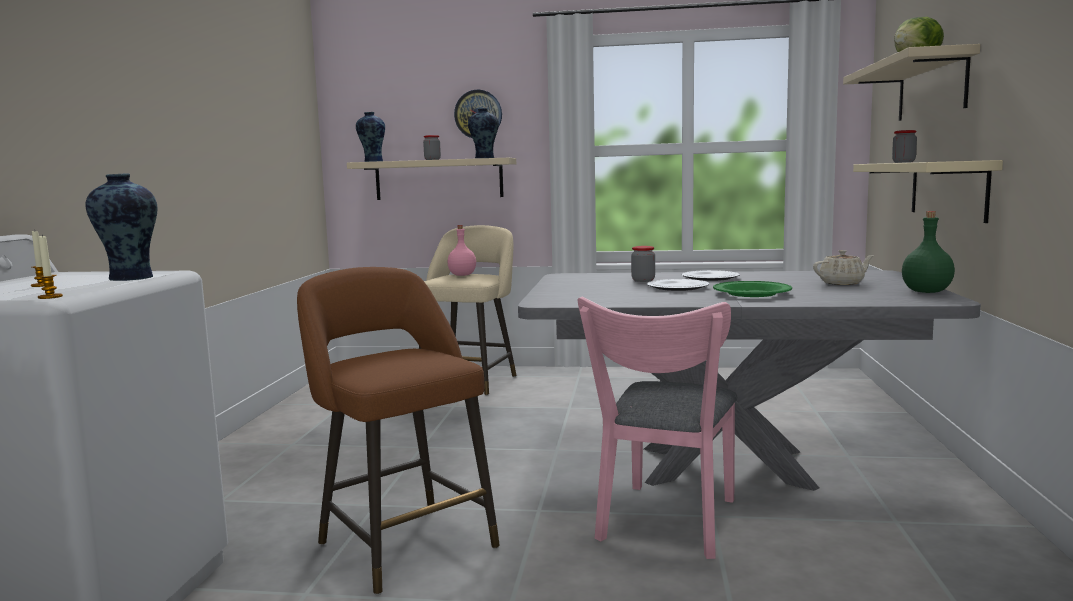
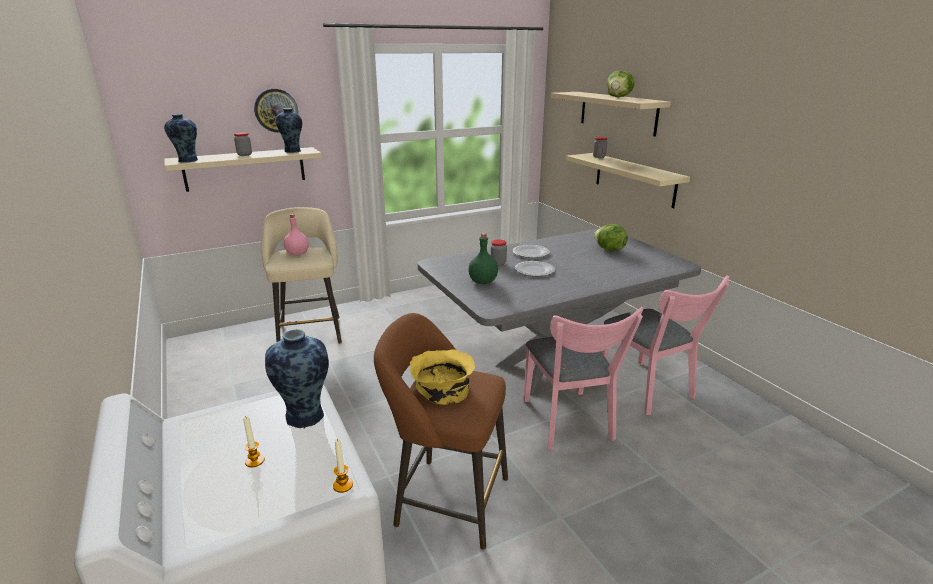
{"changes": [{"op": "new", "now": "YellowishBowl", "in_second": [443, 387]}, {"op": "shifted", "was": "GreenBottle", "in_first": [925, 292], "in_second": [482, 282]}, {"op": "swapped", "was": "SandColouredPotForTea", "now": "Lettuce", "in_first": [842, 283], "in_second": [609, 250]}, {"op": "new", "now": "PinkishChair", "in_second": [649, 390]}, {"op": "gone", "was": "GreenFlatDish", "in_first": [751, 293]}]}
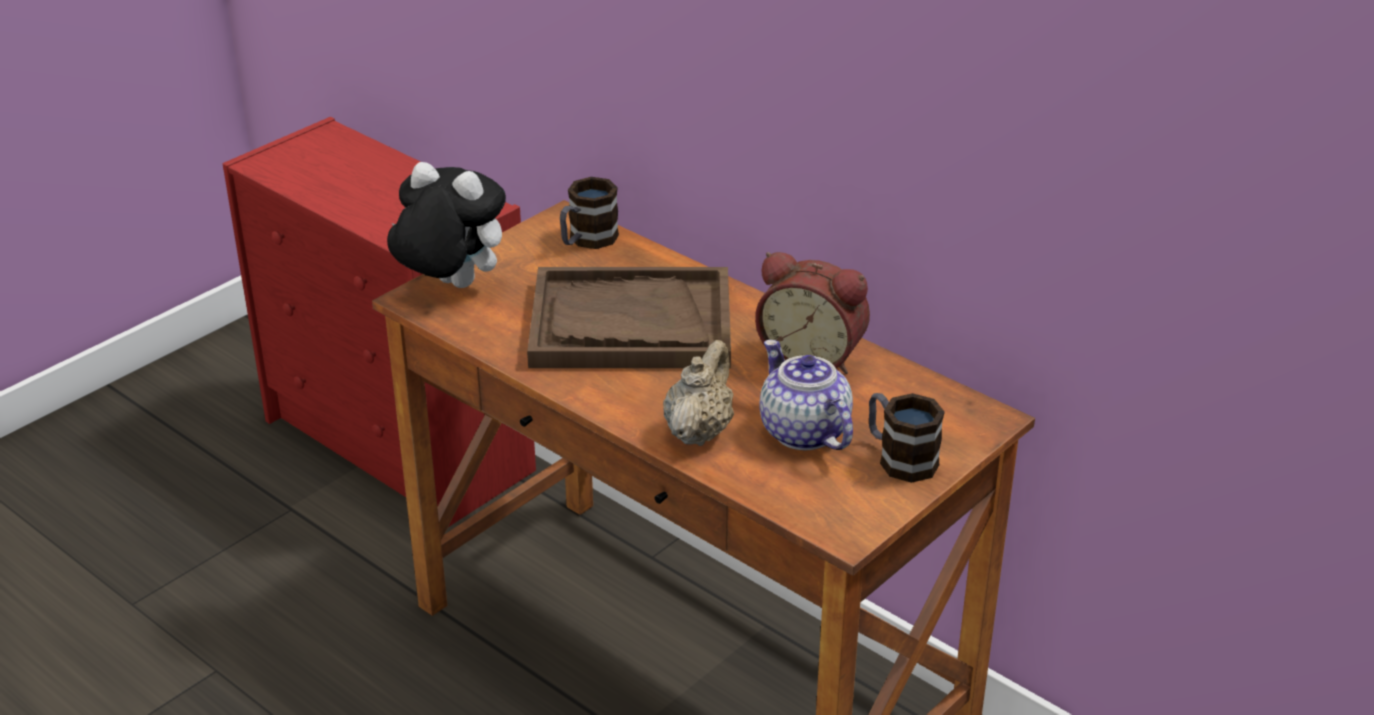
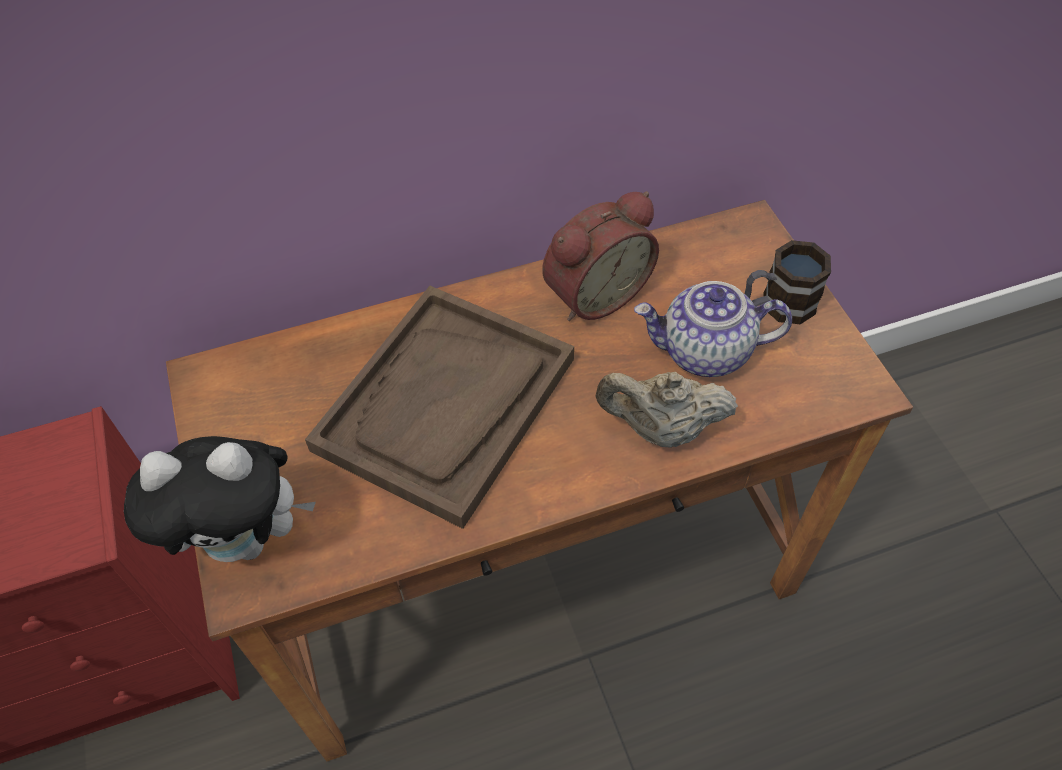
{"changes": [{"op": "rotated", "was": "PlushToy", "in_first": [450, 286], "in_second": [246, 539], "clockwise": -150}, {"op": "rotated", "was": "SandColouredPotForTea", "in_first": [699, 431], "in_second": [661, 429], "clockwise": -45}, {"op": "gone", "was": "CoffeeMug", "in_first": [587, 241]}]}
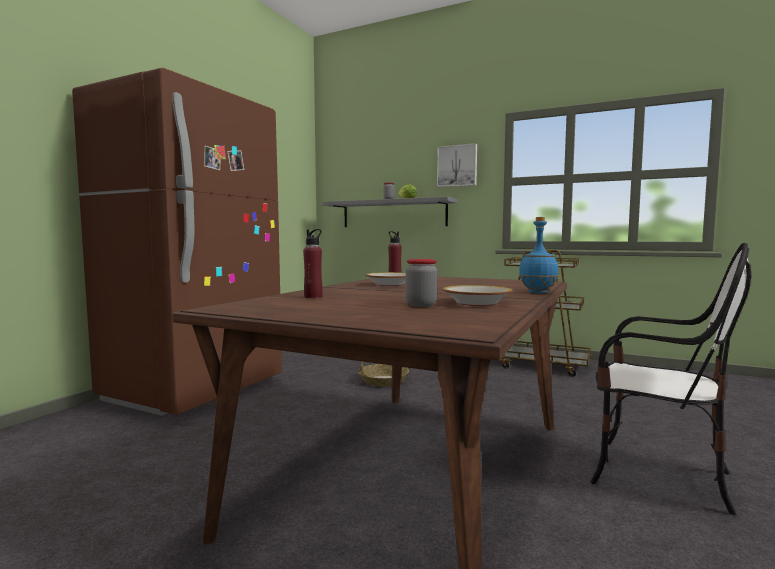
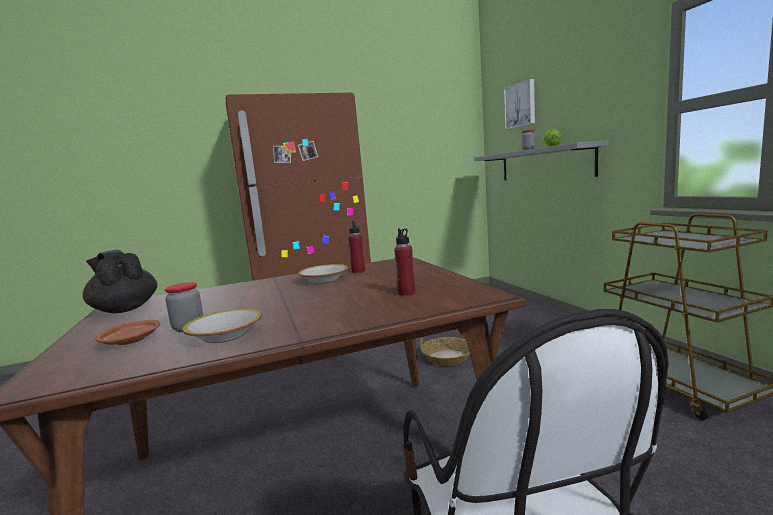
{"changes": [{"op": "new", "now": "BlackColouredPotForTea", "in_second": [125, 309]}, {"op": "new", "now": "BrownColouredFlatDish", "in_second": [131, 340]}, {"op": "shifted", "was": "RedBottle", "in_first": [313, 297], "in_second": [406, 293]}, {"op": "shifted", "was": "WallArt", "in_first": [457, 166], "in_second": [521, 105]}, {"op": "gone", "was": "BluishBottle", "in_first": [537, 293]}]}
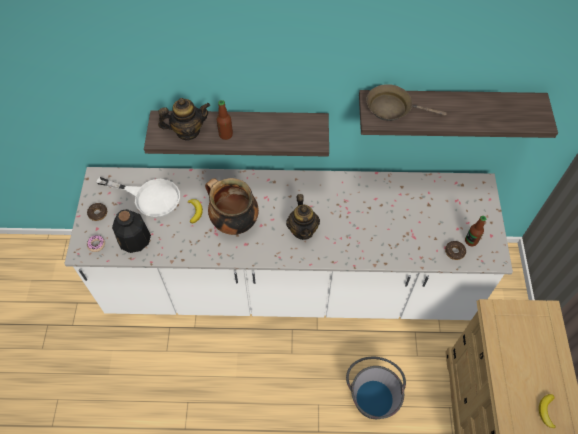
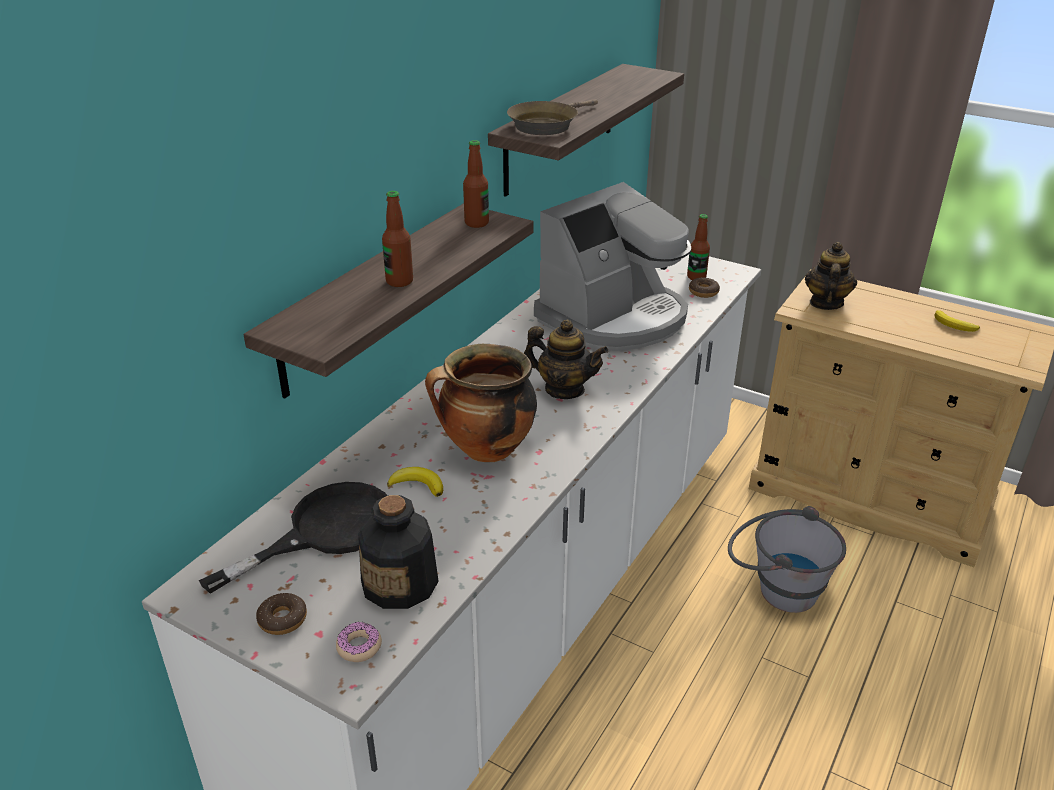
{"changes": [{"op": "repainted", "was": "WhiteColouredFryingPan", "now": "BlackColouredFryingPan", "in_first": [149, 197], "in_second": [325, 531]}, {"op": "new", "now": "Bottle", "in_second": [476, 223]}, {"op": "new", "now": "CoffeeBrewer", "in_second": [614, 318]}, {"op": "shifted", "was": "PotForTea", "in_first": [187, 131], "in_second": [825, 303]}]}
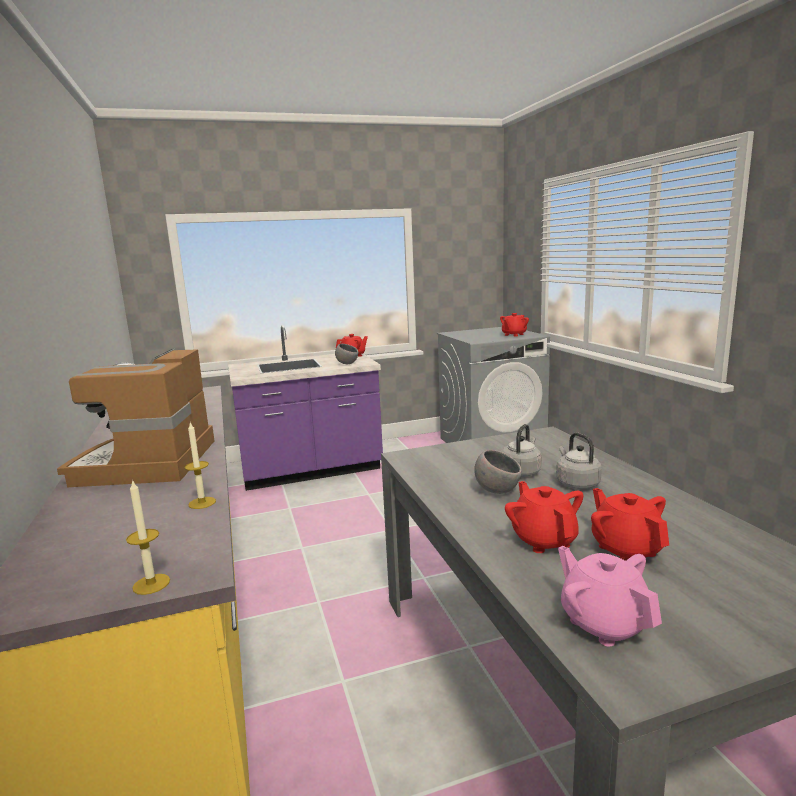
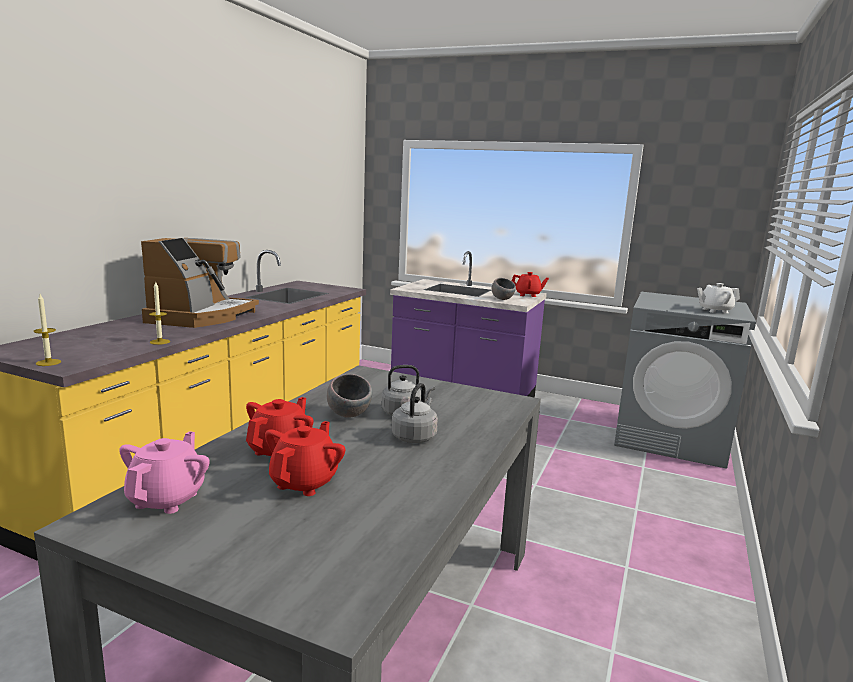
{"changes": [{"op": "rotated", "was": "CoffeeBrewer", "in_first": [148, 462], "in_second": [202, 316], "clockwise": 150}, {"op": "repainted", "was": "RedPotForTea", "now": "WhiteColouredPotForTea", "in_first": [513, 335], "in_second": [714, 310]}]}
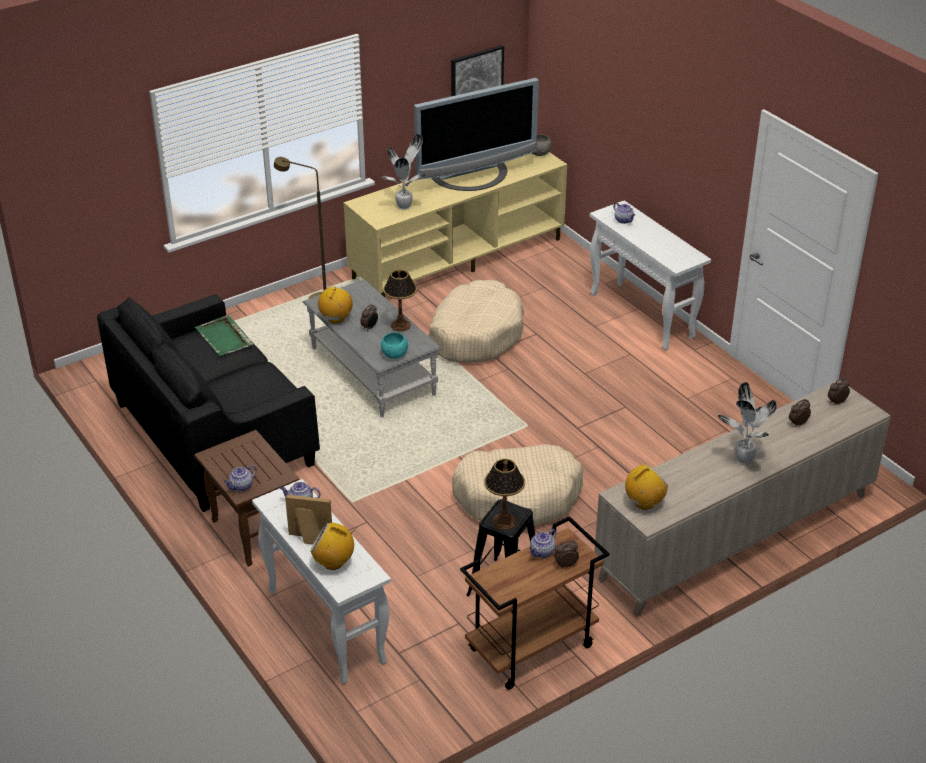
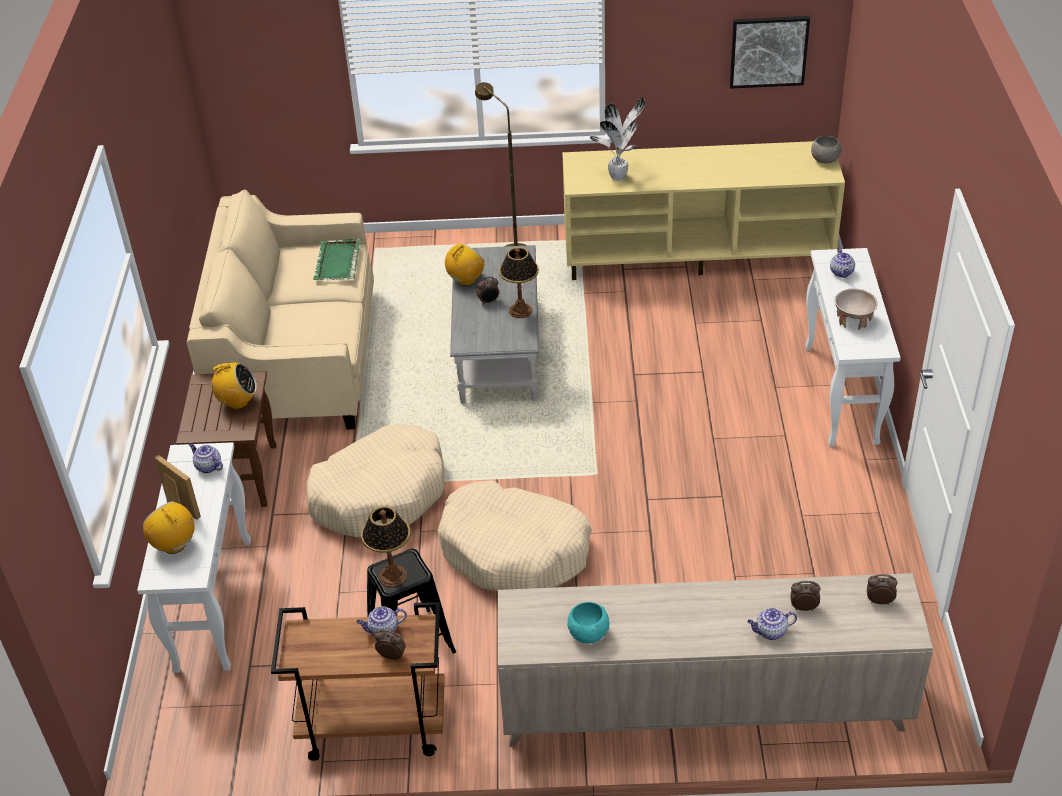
{"changes": [{"op": "repainted", "was": "BlackColouredSettee", "now": "SandColouredSettee", "in_first": [214, 433], "in_second": [297, 358]}, {"op": "shifted", "was": "RadioReceiver", "in_first": [644, 503], "in_second": [237, 402]}, {"op": "shifted", "was": "SandColouredPetBed", "in_first": [475, 334], "in_second": [380, 493]}, {"op": "shifted", "was": "TurquoiseBowl", "in_first": [394, 354], "in_second": [589, 633]}, {"op": "shifted", "was": "PotForTea", "in_first": [241, 486], "in_second": [770, 632]}, {"op": "new", "now": "SandColouredBowl", "in_second": [853, 320]}, {"op": "gone", "was": "TvSet", "in_first": [473, 176]}, {"op": "gone", "was": "Houseplant", "in_first": [743, 460]}]}
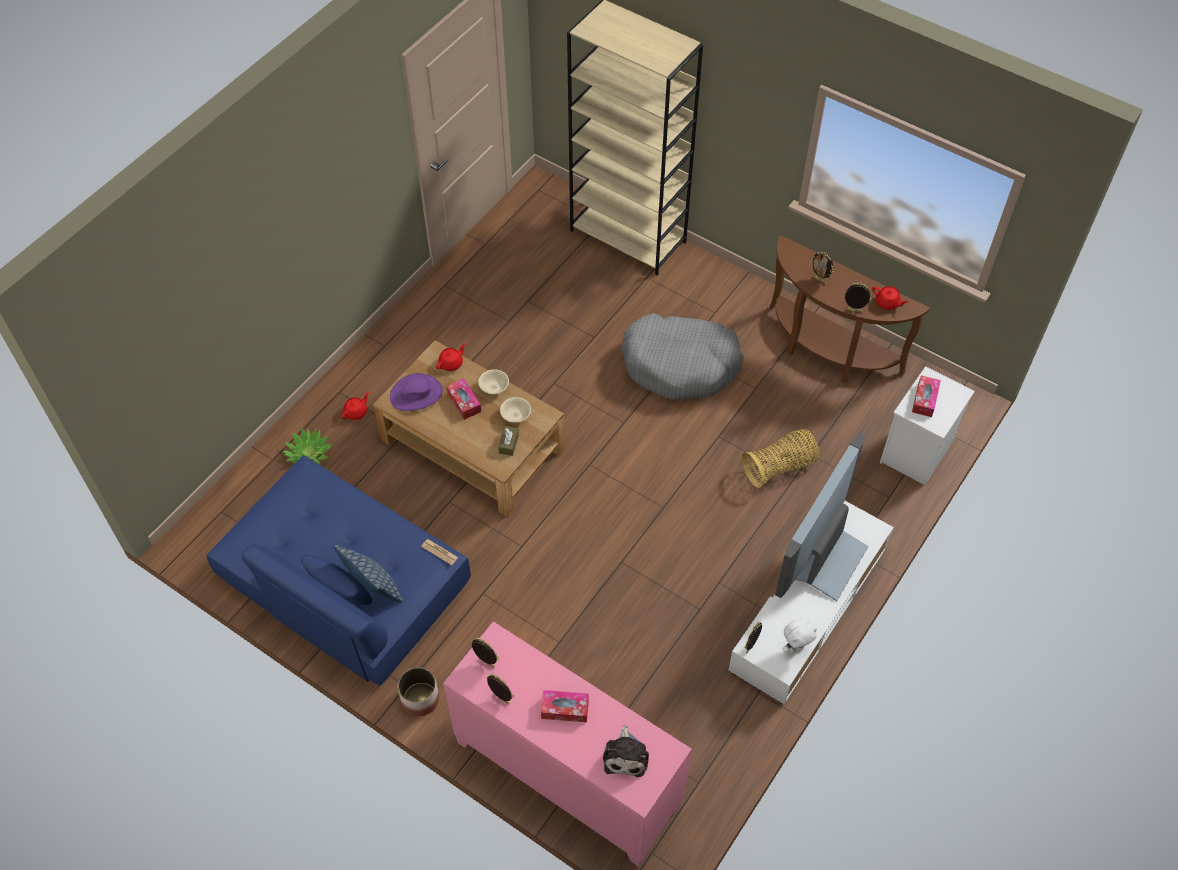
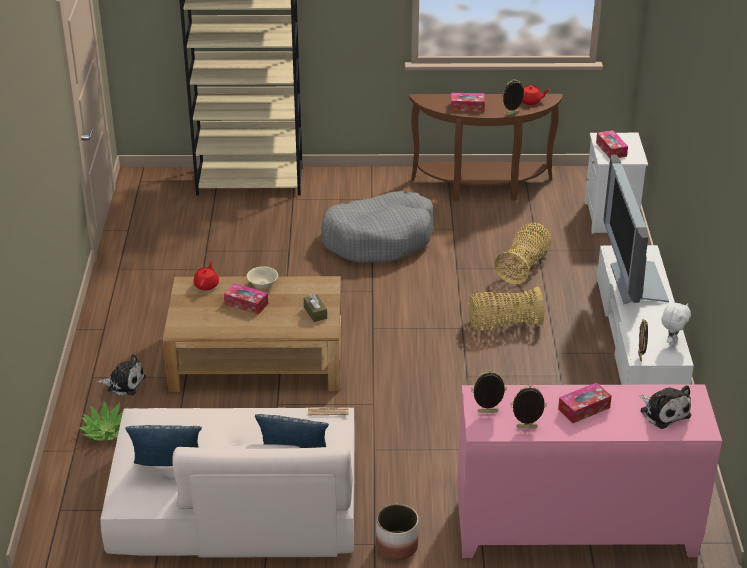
{"changes": [{"op": "swapped", "was": "RedPotForTea", "now": "PlushToy", "in_first": [356, 412], "in_second": [124, 383]}, {"op": "repainted", "was": "BluishSettee", "now": "SandColouredSettee", "in_first": [343, 580], "in_second": [235, 501]}, {"op": "new", "now": "Pillow", "in_second": [170, 470]}, {"op": "swapped", "was": "StandingFrame", "now": "TissueHolder", "in_first": [819, 280], "in_second": [467, 107]}, {"op": "new", "now": "StorageBasket", "in_second": [503, 324]}, {"op": "gone", "was": "PurpleClothingHat", "in_first": [416, 394]}, {"op": "gone", "was": "SandColouredBowl", "in_first": [516, 416]}]}
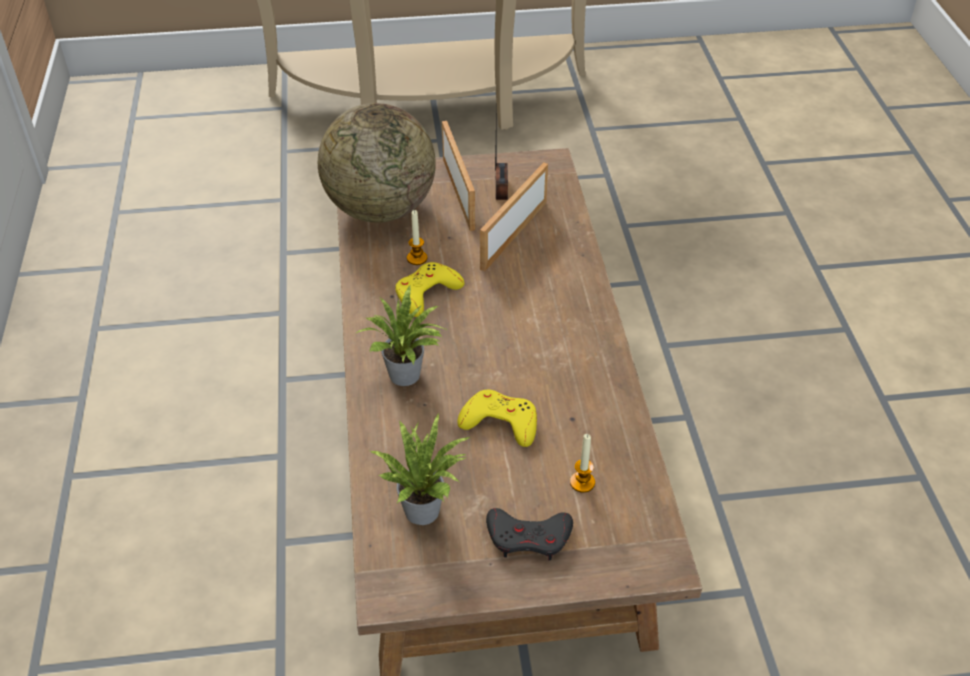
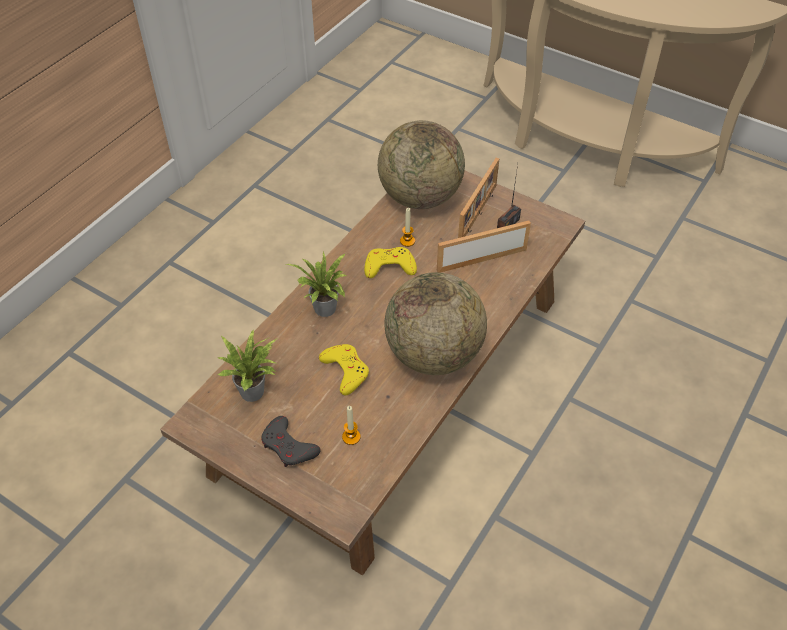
{"changes": [{"op": "new", "now": "WorldGlobe", "in_second": [434, 354]}]}
